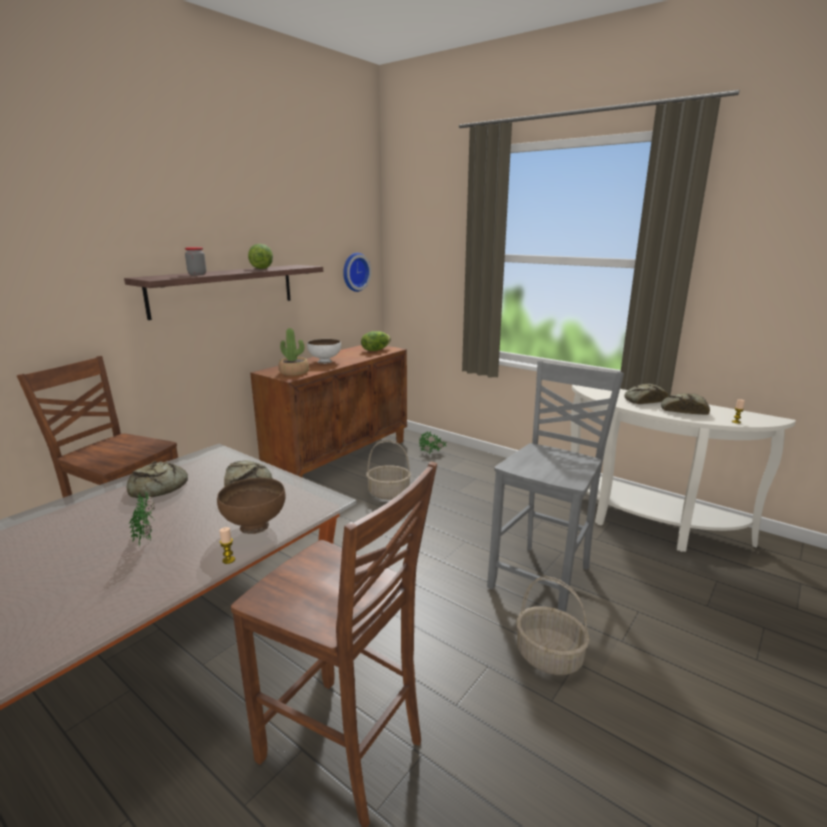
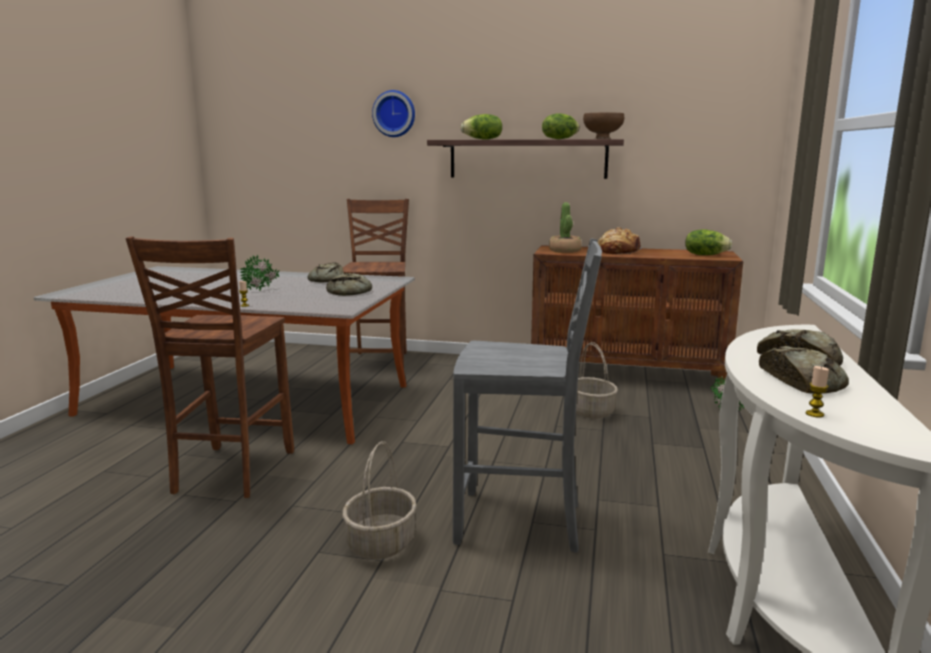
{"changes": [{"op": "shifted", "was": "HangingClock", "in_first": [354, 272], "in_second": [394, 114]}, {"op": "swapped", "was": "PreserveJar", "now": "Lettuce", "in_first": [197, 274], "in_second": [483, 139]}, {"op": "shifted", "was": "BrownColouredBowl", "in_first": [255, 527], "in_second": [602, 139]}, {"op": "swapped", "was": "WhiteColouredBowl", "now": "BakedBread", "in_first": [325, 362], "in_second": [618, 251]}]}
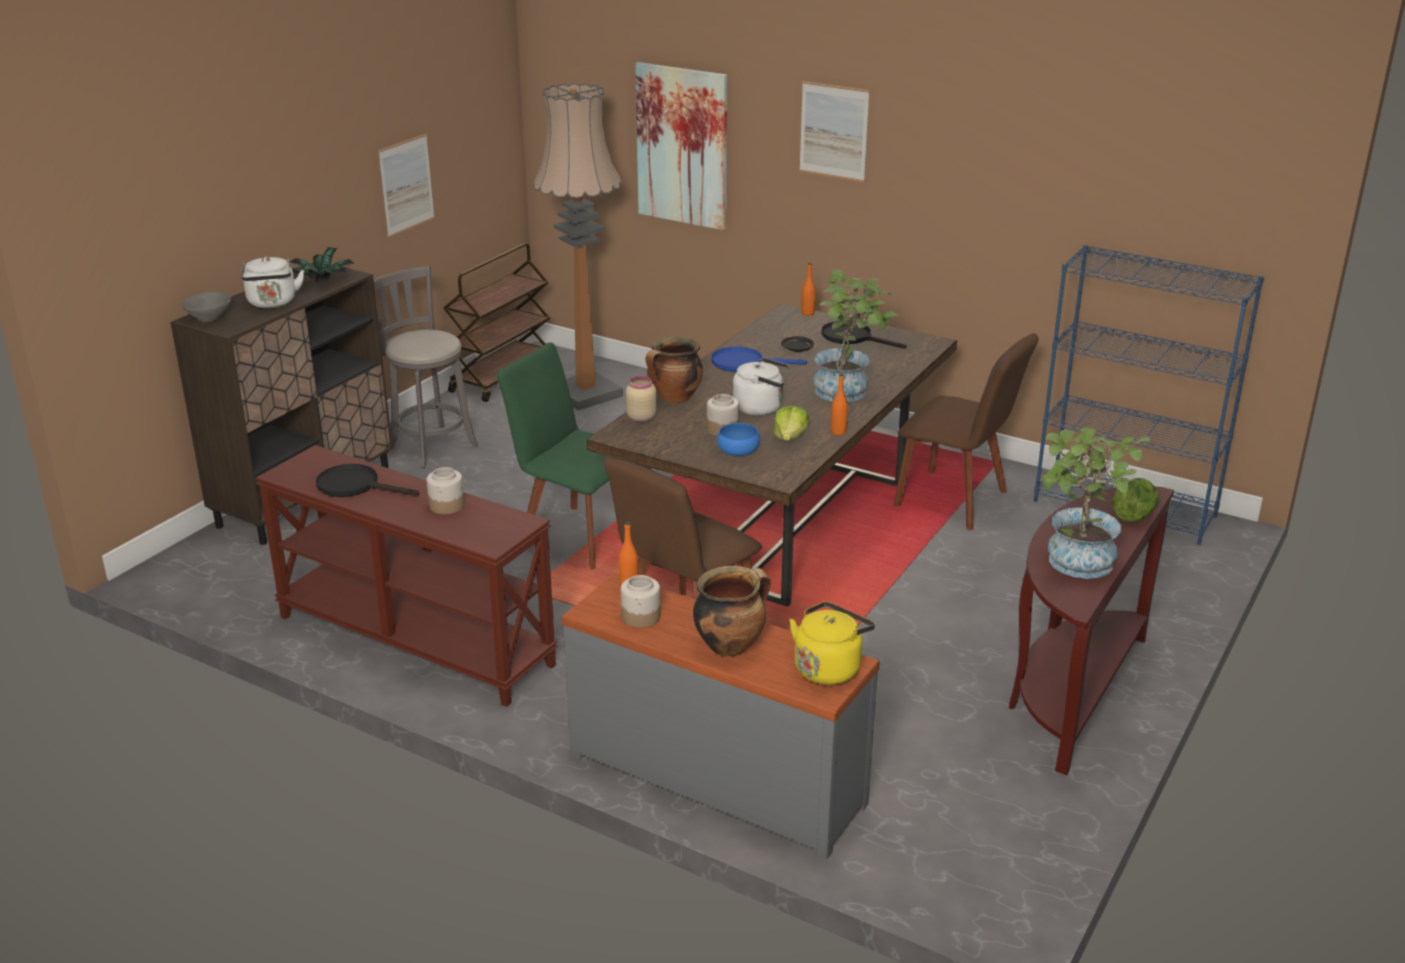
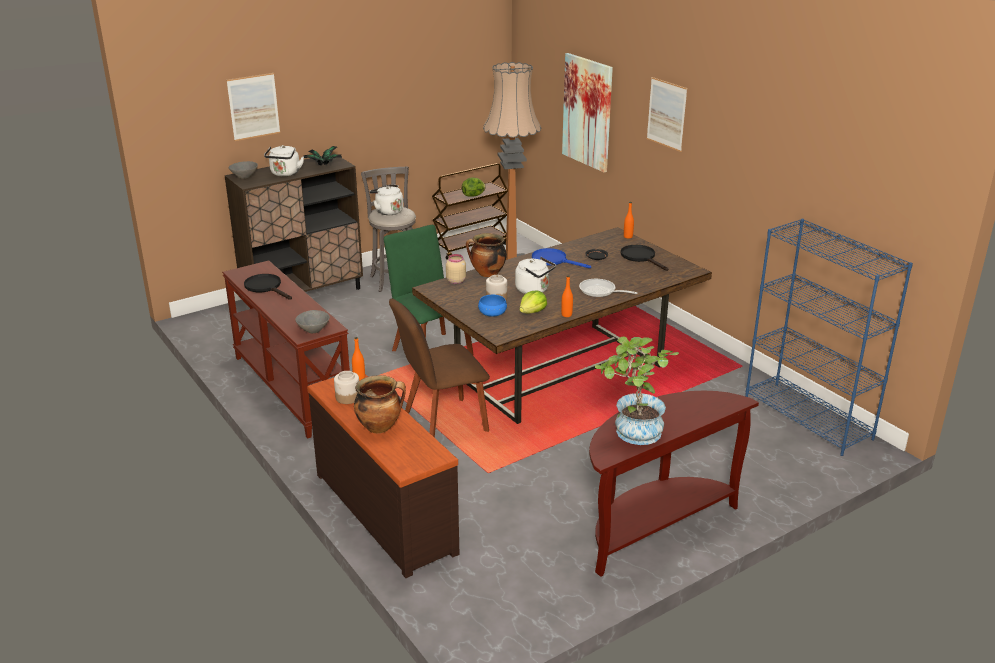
{"changes": [{"op": "shifted", "was": "WallArt", "in_first": [406, 185], "in_second": [253, 106]}, {"op": "new", "now": "GreyBowl", "in_second": [314, 330]}, {"op": "repainted", "was": "GreyDresser", "now": "BrownColouredDresser", "in_first": [718, 777], "in_second": [386, 511]}, {"op": "new", "now": "WhiteColouredTeaKettle", "in_second": [388, 211]}, {"op": "shifted", "was": "Lettuce", "in_first": [1133, 516], "in_second": [474, 195]}, {"op": "swapped", "was": "Houseplant", "now": "FryingPan", "in_first": [848, 392], "in_second": [600, 291]}, {"op": "gone", "was": "PreserveJar", "in_first": [447, 506]}, {"op": "gone", "was": "YellowishTeaKettle", "in_first": [829, 668]}, {"op": "gone", "was": "BrownColouredChair", "in_first": [956, 501]}]}
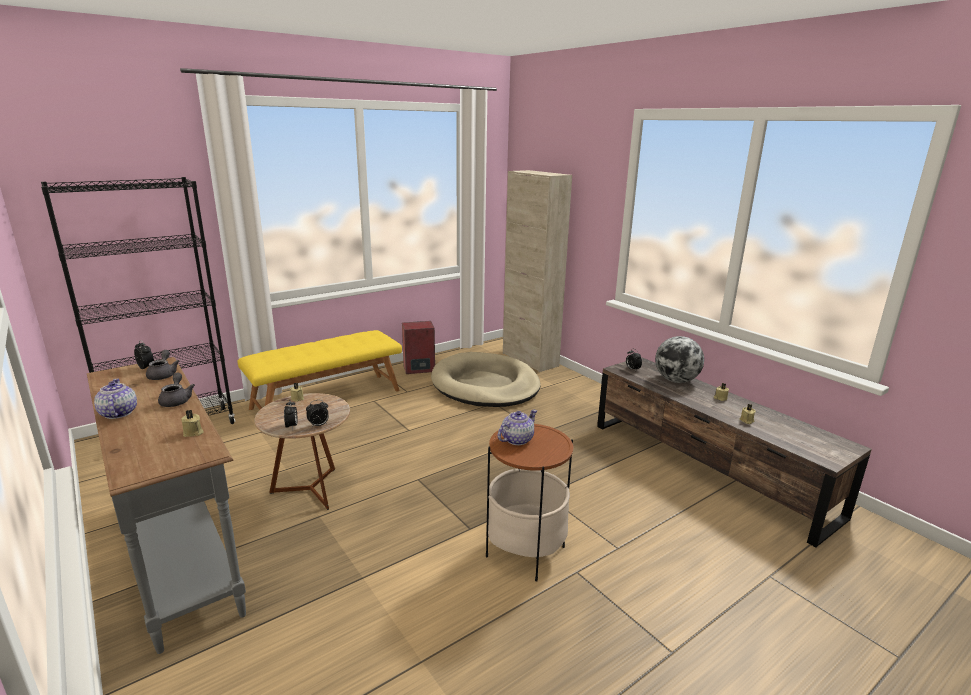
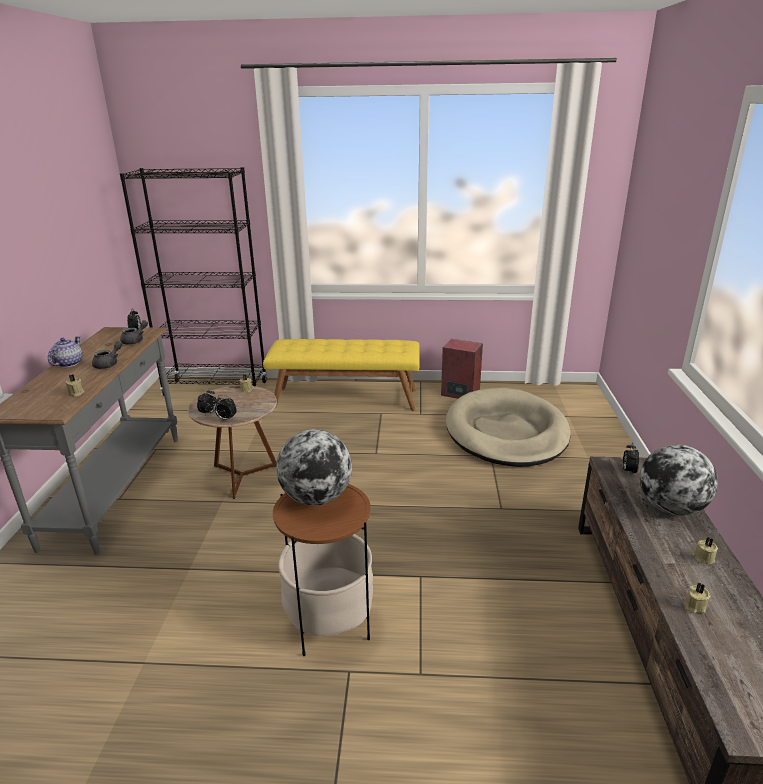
{"changes": [{"op": "swapped", "was": "PotForTea", "now": "WorldGlobe", "in_first": [516, 439], "in_second": [316, 498]}, {"op": "gone", "was": "SandColouredCabinet", "in_first": [530, 359]}]}
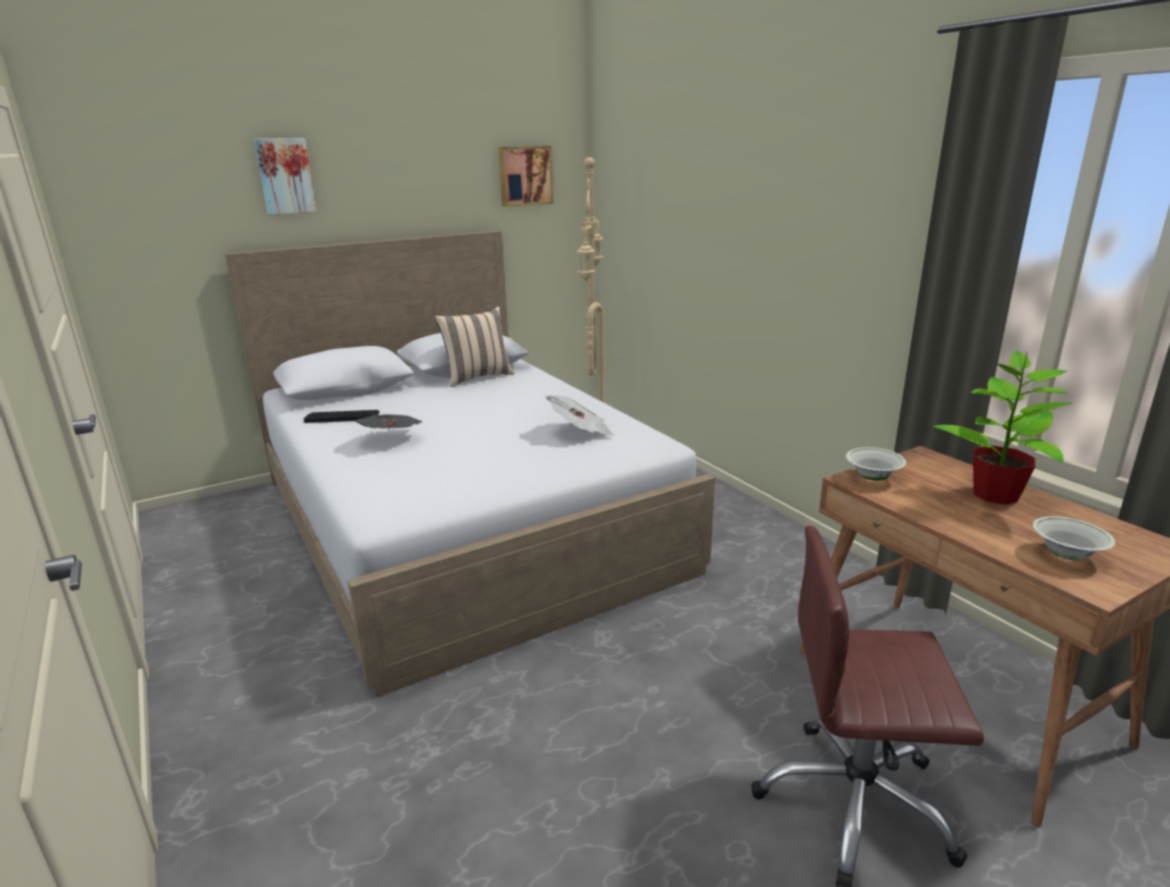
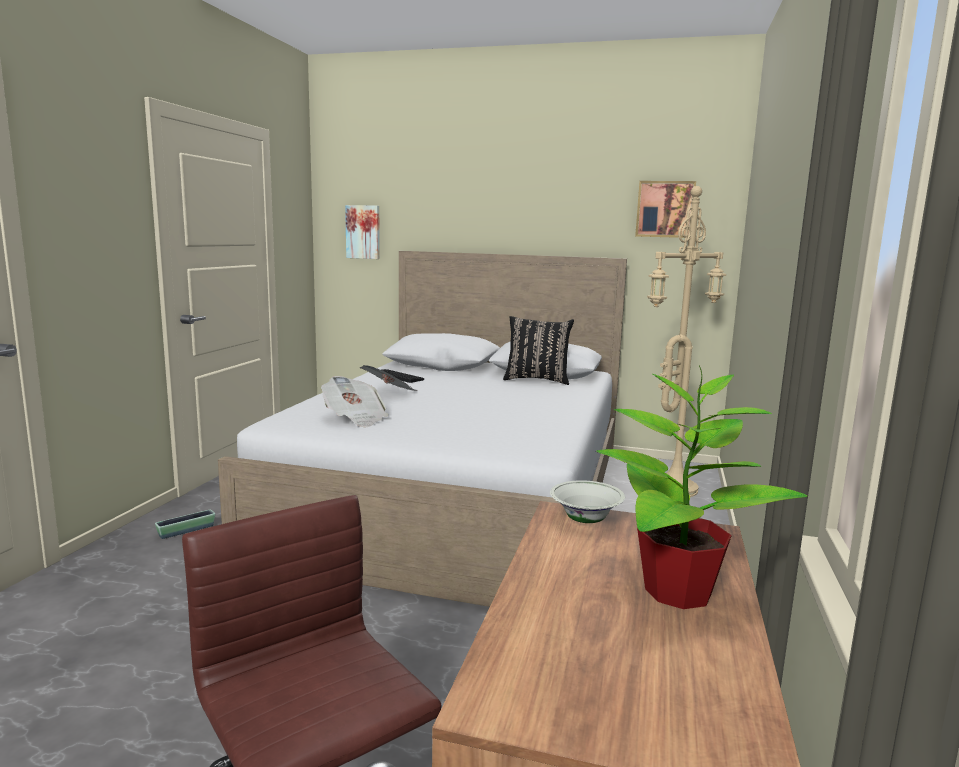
{"changes": [{"op": "new", "now": "FlowerPot", "in_second": [186, 531]}, {"op": "shifted", "was": "PrintedPaper", "in_first": [581, 432], "in_second": [355, 419]}, {"op": "shifted", "was": "WallArt", "in_first": [285, 176], "in_second": [363, 232]}, {"op": "repainted", "was": "SandColouredPillow", "now": "BlackColouredPillow", "in_first": [477, 377], "in_second": [537, 380]}, {"op": "gone", "was": "WhiteColouredBowl", "in_first": [1066, 556]}]}
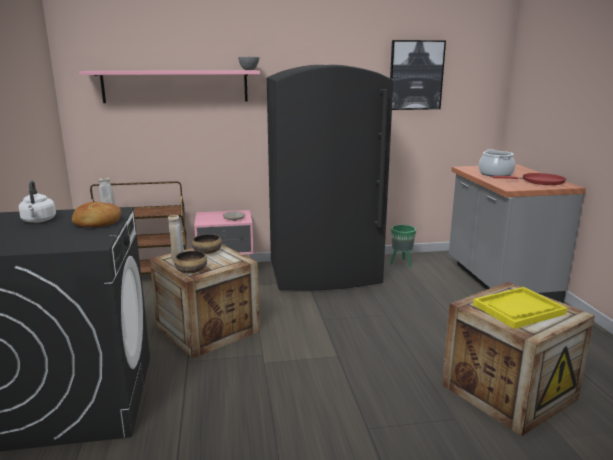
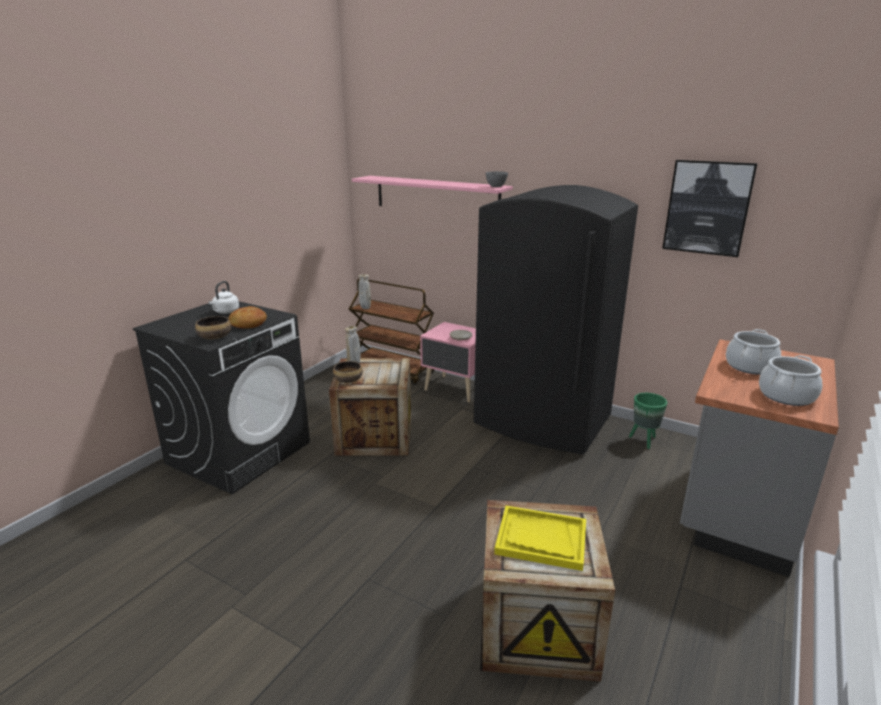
{"changes": [{"op": "shifted", "was": "Bowl", "in_first": [207, 252], "in_second": [214, 337]}, {"op": "swapped", "was": "RedFryingPan", "now": "Stockpot", "in_first": [540, 181], "in_second": [786, 396]}]}
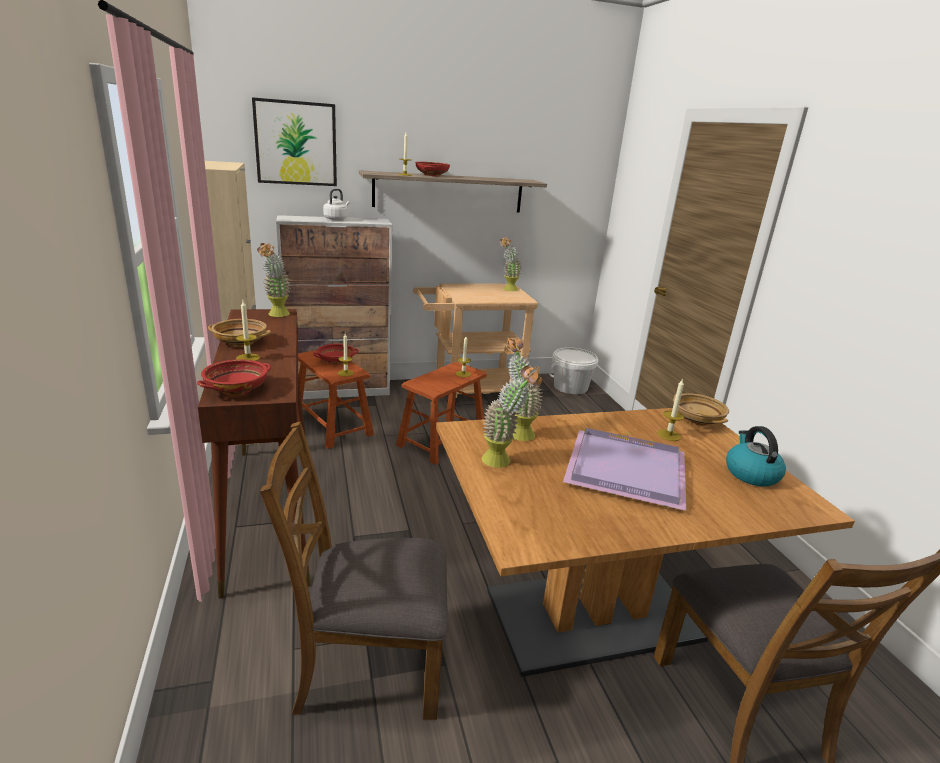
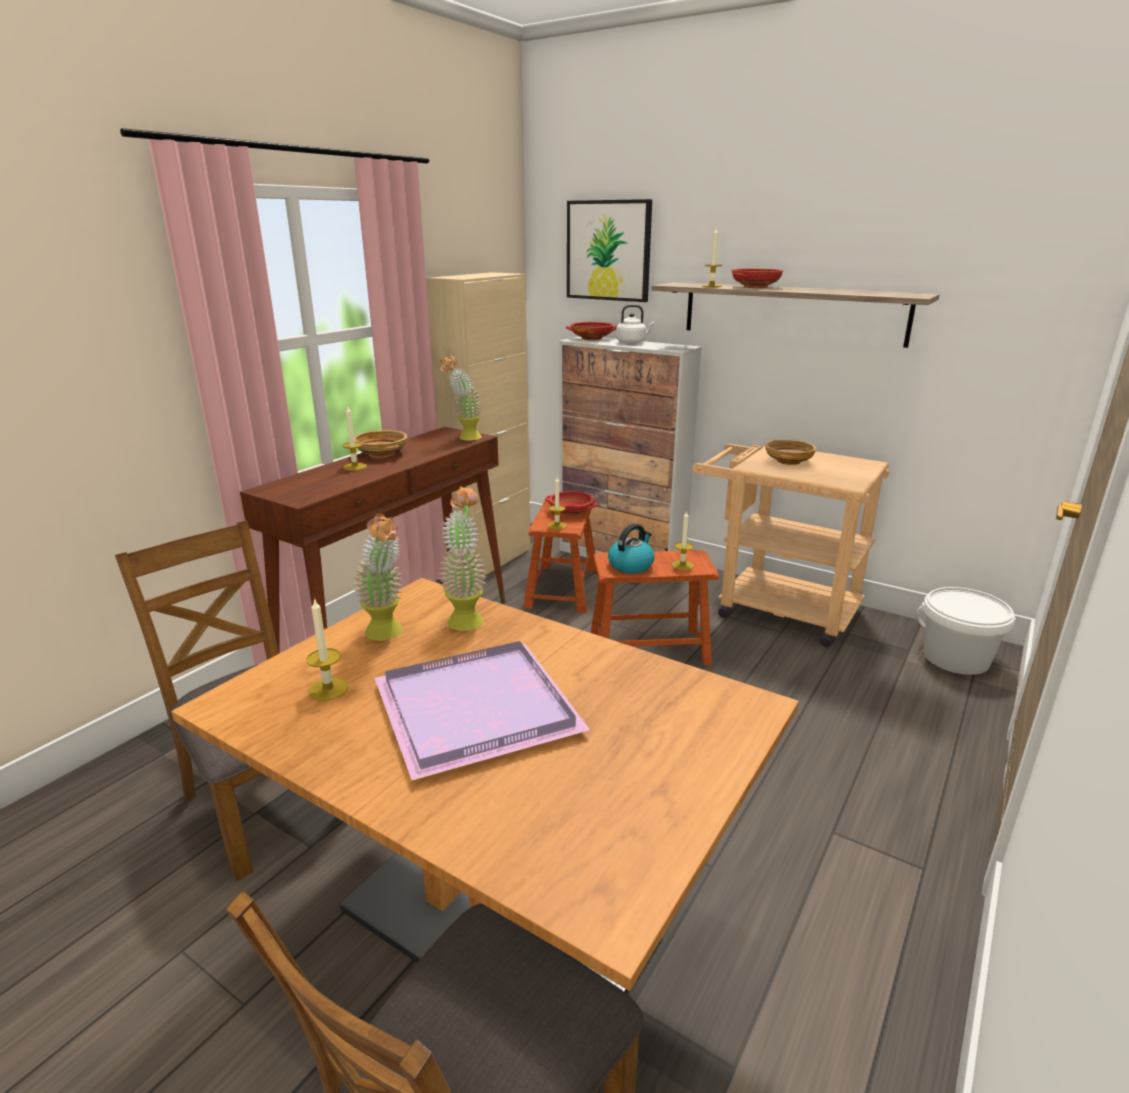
{"changes": [{"op": "shifted", "was": "Candle", "in_first": [668, 435], "in_second": [328, 689]}, {"op": "shifted", "was": "RedBowl", "in_first": [237, 389], "in_second": [592, 338]}, {"op": "shifted", "was": "TeaKettle", "in_first": [750, 473], "in_second": [631, 565]}, {"op": "shifted", "was": "SandColouredBowl", "in_first": [696, 419], "in_second": [788, 461]}, {"op": "gone", "was": "Houseplant", "in_first": [507, 290]}]}
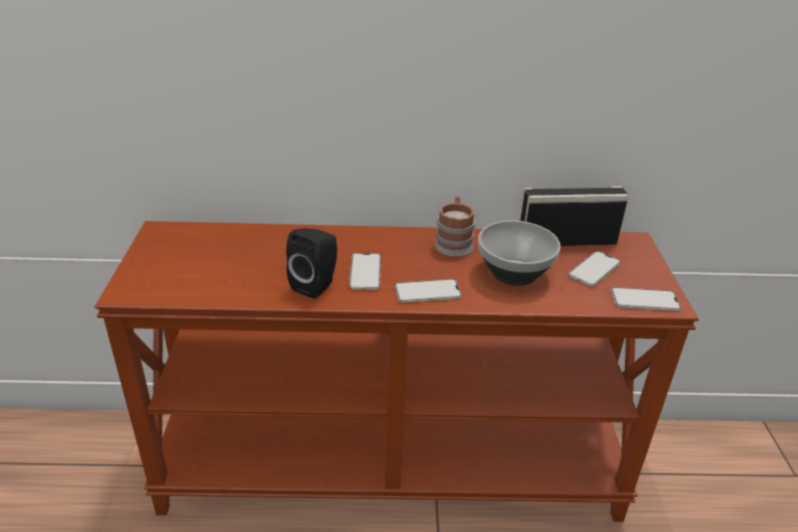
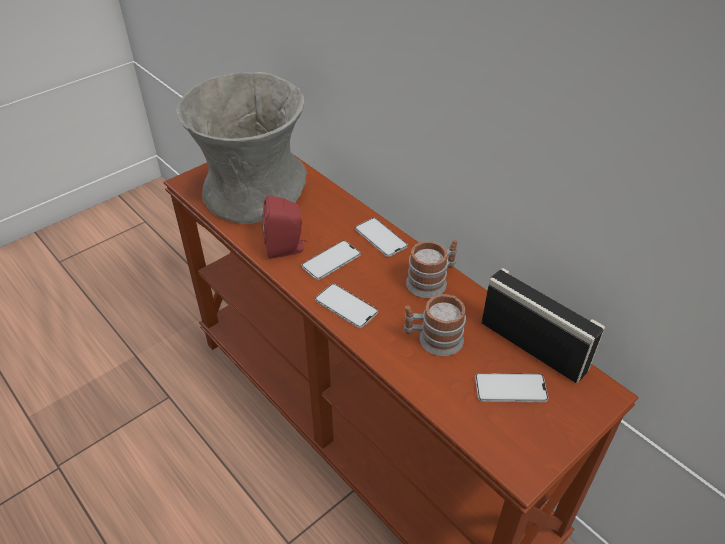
{"changes": [{"op": "new", "now": "GreyVase", "in_second": [253, 191]}, {"op": "repainted", "was": "BlackColouredLoudspeaker", "now": "RedLoudspeaker", "in_first": [316, 285], "in_second": [286, 249]}, {"op": "shifted", "was": "Phone", "in_first": [645, 300], "in_second": [380, 237]}, {"op": "swapped", "was": "Bowl", "now": "CoffeeMug", "in_first": [513, 273], "in_second": [433, 339]}]}
